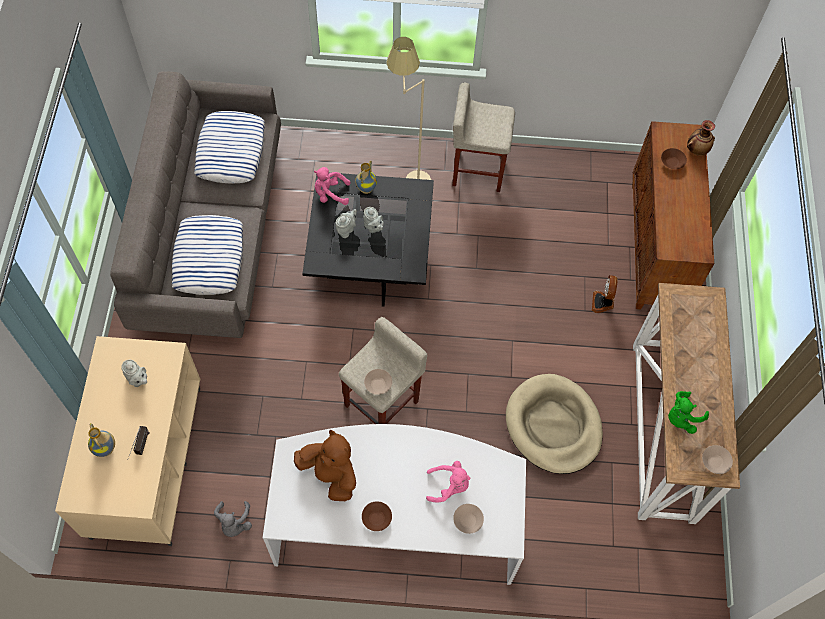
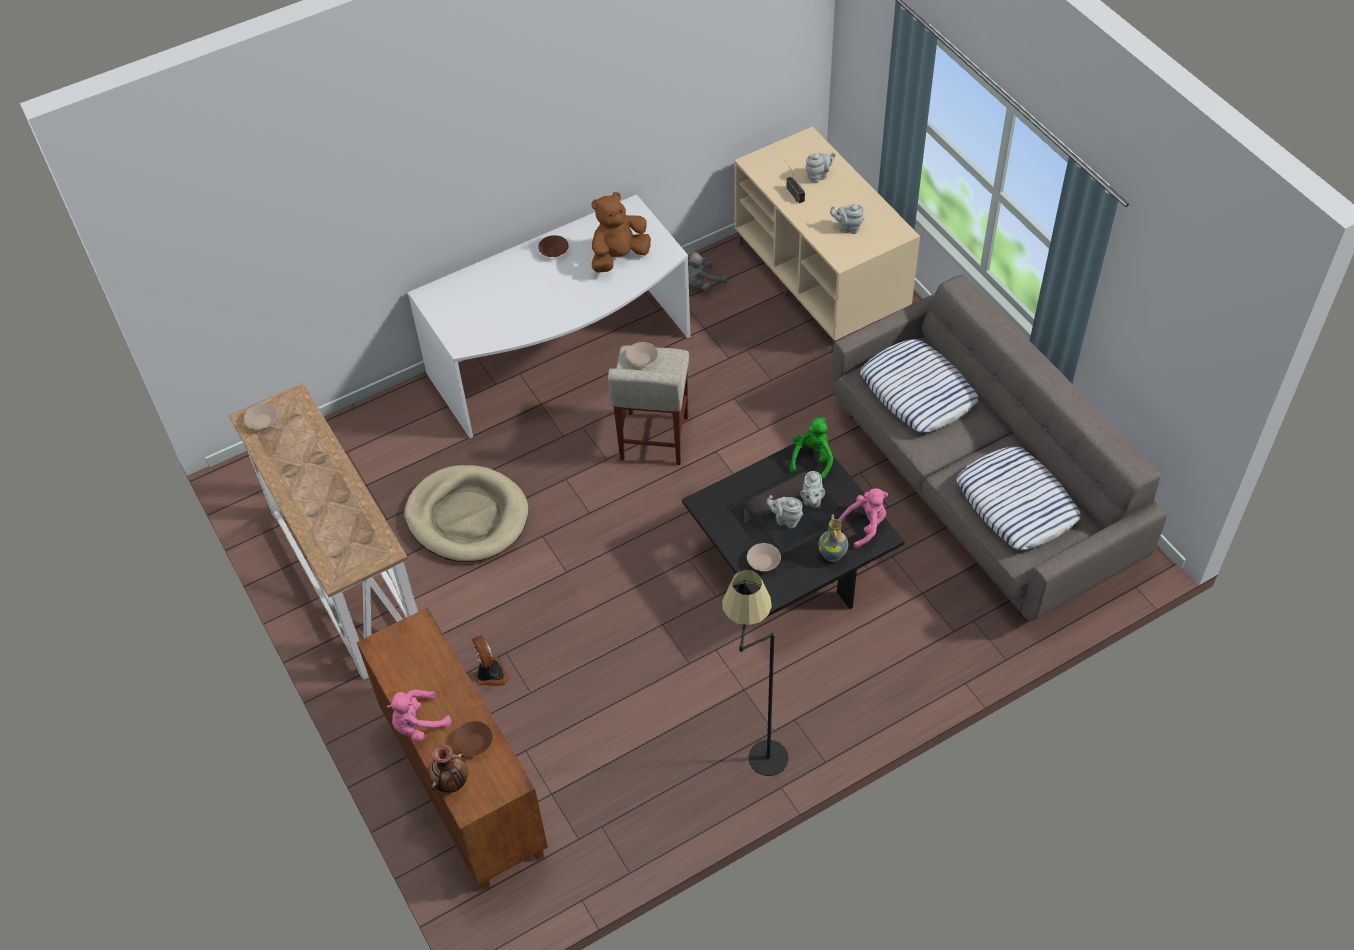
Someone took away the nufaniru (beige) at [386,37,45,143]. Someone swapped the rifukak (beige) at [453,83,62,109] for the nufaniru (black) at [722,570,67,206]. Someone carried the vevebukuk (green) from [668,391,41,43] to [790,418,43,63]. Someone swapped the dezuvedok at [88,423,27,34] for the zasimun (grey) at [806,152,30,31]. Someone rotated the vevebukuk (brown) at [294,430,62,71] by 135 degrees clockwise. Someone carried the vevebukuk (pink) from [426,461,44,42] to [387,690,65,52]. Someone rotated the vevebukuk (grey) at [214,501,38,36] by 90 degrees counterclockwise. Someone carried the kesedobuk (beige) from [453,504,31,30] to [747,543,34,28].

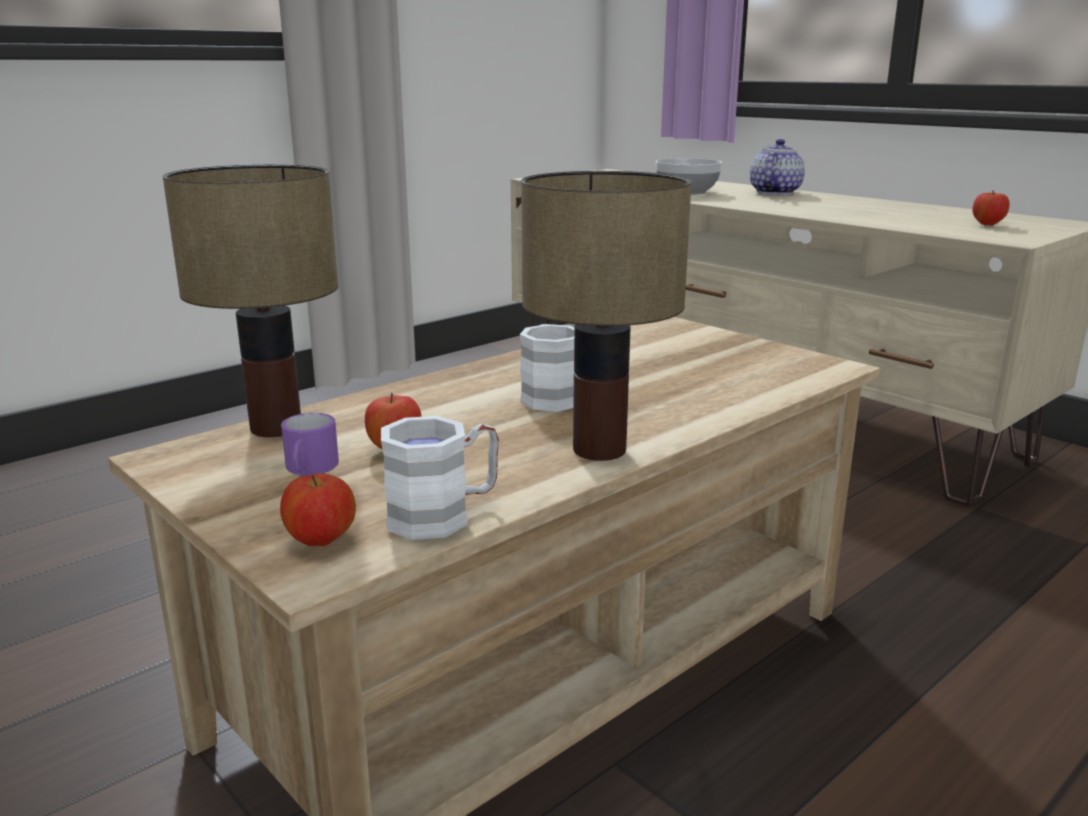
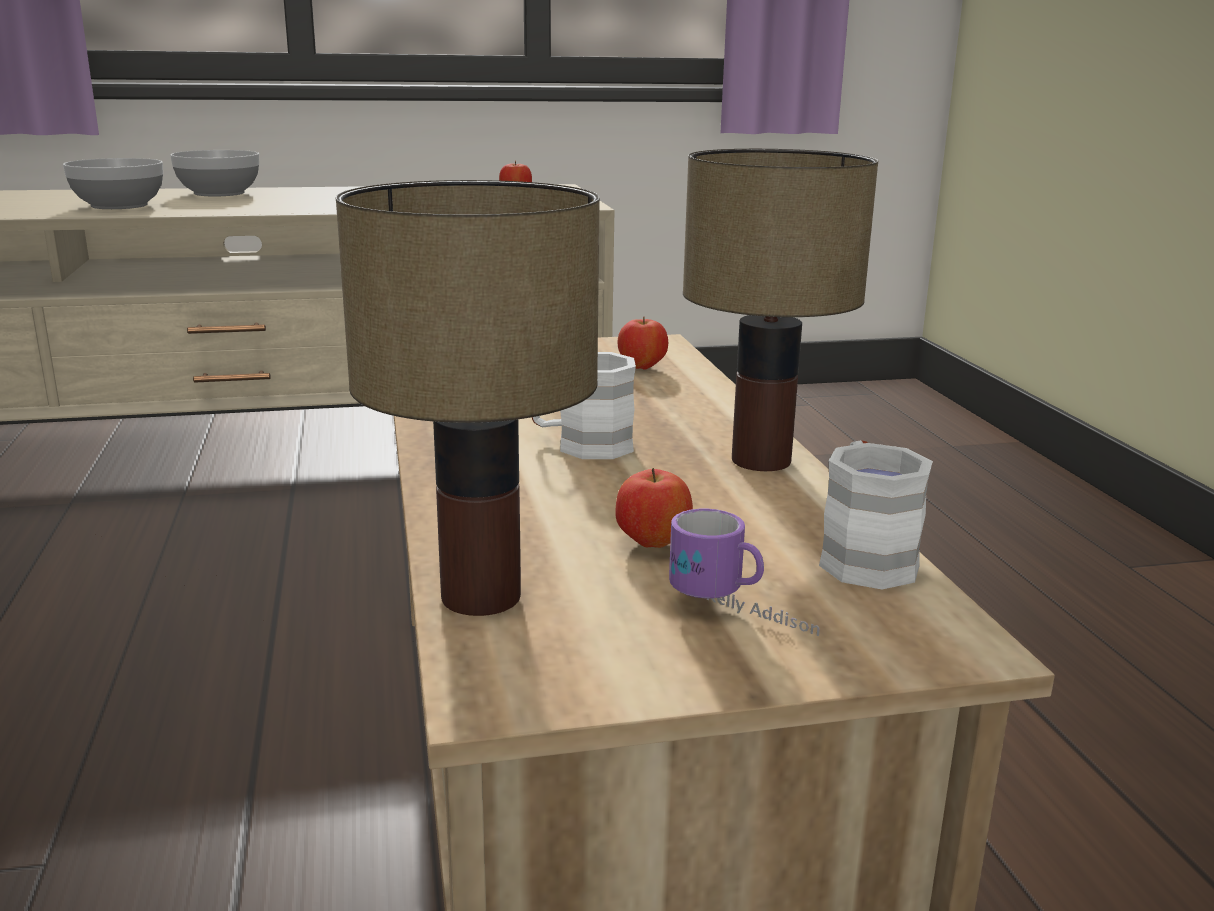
Someone swapped the zasimun at [750,139,55,56] for the kesedobuk at [170,150,89,46]. Someone carried the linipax from [280,473,76,73] to [618,317,50,53].

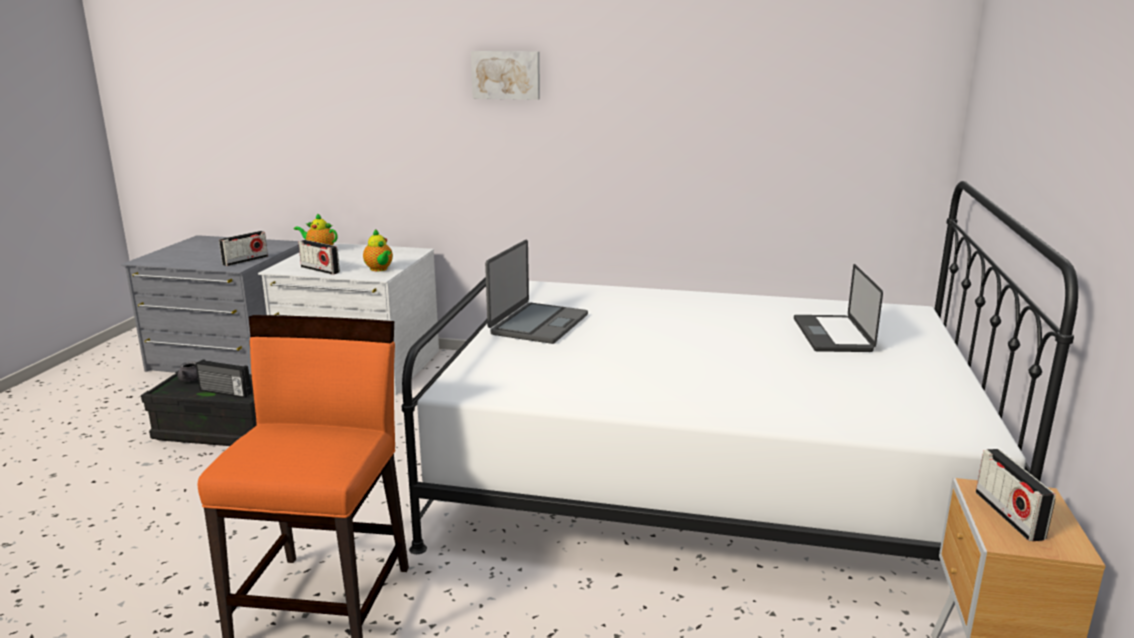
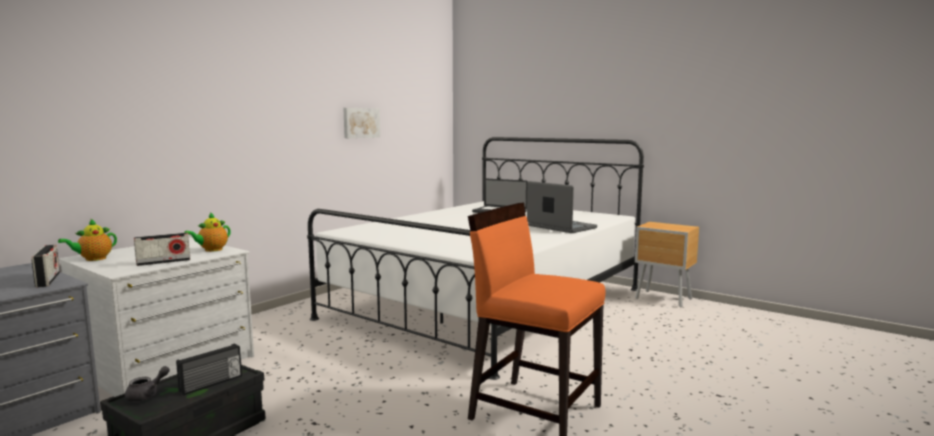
Someone carried the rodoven from [471,51,69,49] to [343,108,37,30]. Someone rotated the zasimun at [363,229,30,42] by 135 degrees clockwise. Someone carried the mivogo from [485,240,103,104] to [527,181,70,52]. Someone took away the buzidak at [976,449,80,92].

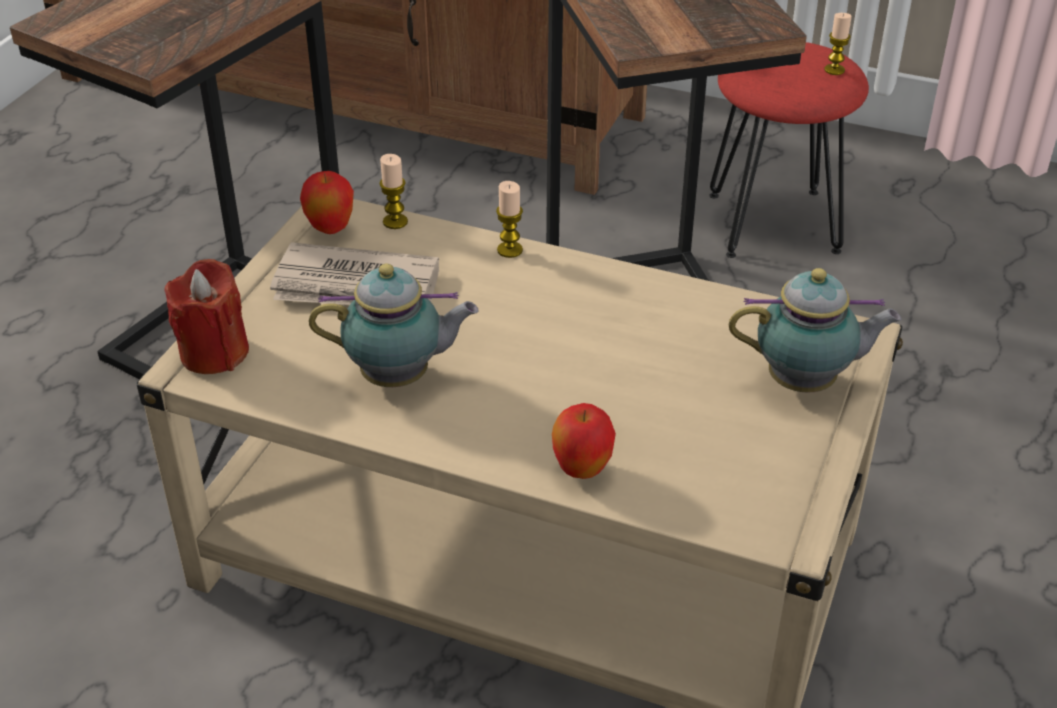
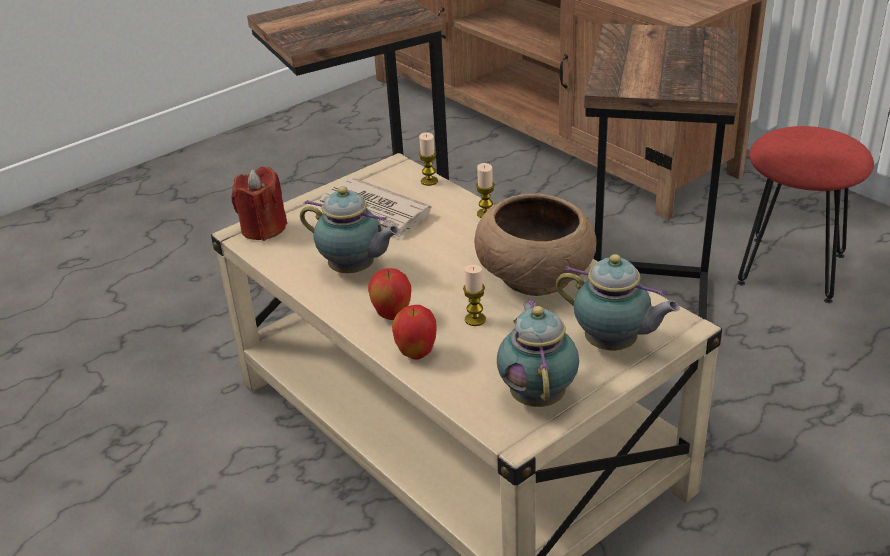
Someone carried the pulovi from [824,13,28,62] to [463,265,23,61]. Someone carried the linipax from [300,171,54,63] to [368,268,43,52]. Someone put down the kesedobuk (brown) at [474,193,123,103]. Someone put down the zasimun at [497,300,82,107].

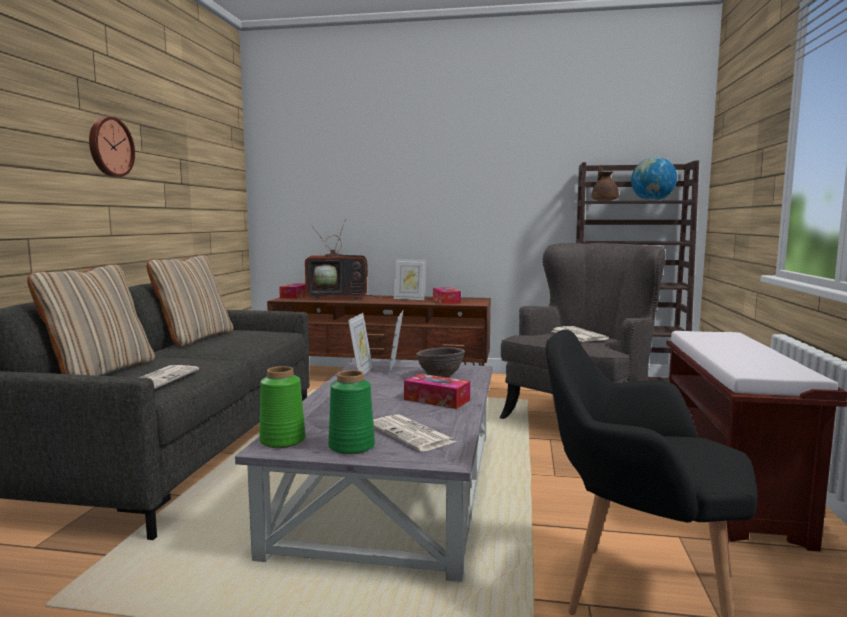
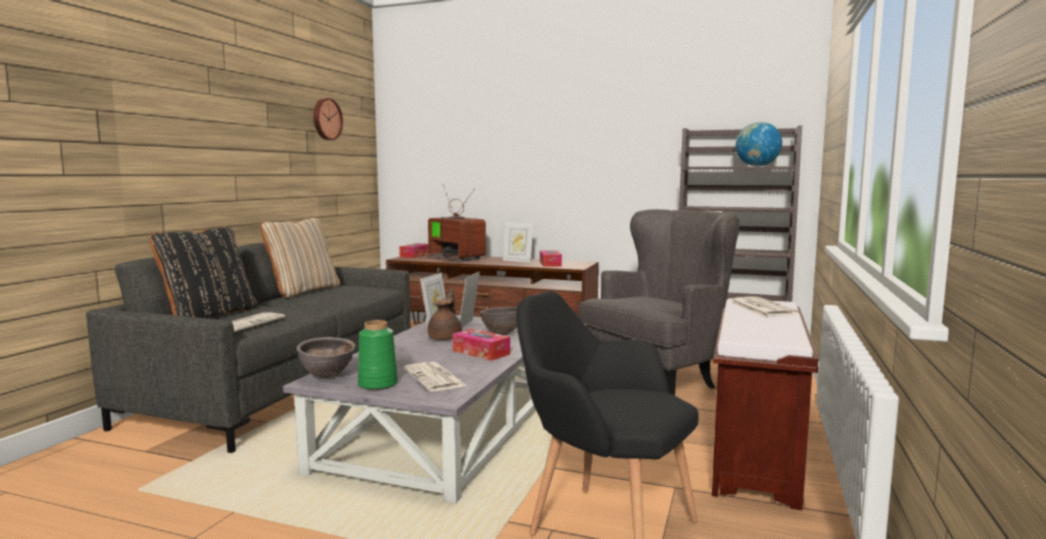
Someone carried the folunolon from [89,117,46,60] to [313,98,30,42]. Someone carried the zasimun (brown) from [592,167,27,34] to [428,288,34,52]. Someone rotated the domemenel at [305,219,74,81] by 135 degrees counterclockwise. Someone repainted the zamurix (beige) at [27,264,128,112], which became the zamurix (black) at [150,226,107,92]. Someone carried the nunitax from [552,326,57,16] to [730,297,69,19]. Someone swapped the dezuvedok (green) at [259,366,47,82] for the kesedobuk (brown) at [297,337,59,41].

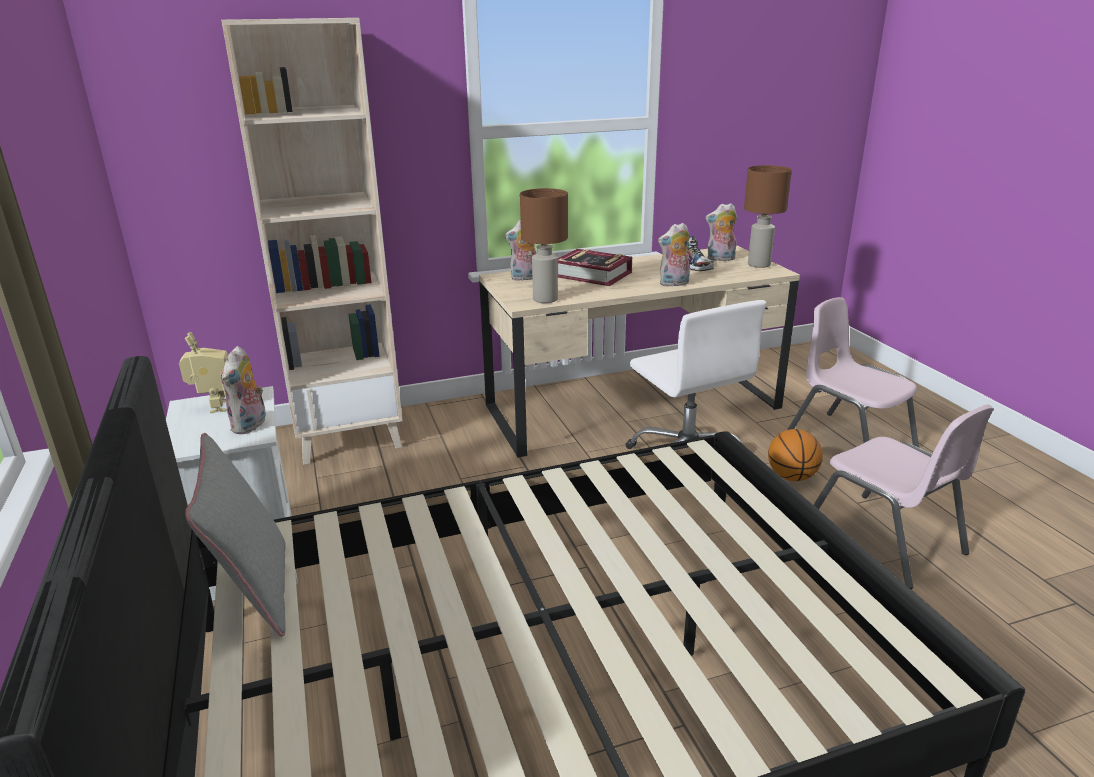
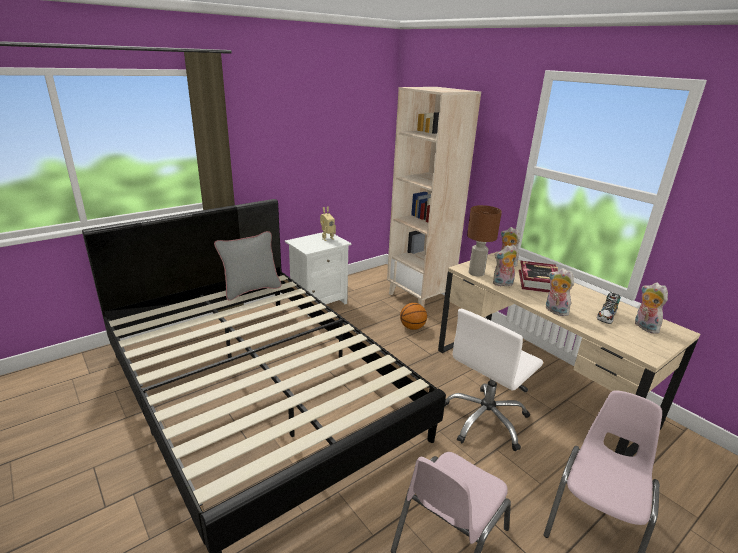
Someone took away the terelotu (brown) at [744,165,48,103]. Someone carried the vevebukuk from [221,346,45,88] to [493,245,24,42]. Someone carried the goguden from [768,429,55,52] to [400,303,27,27].

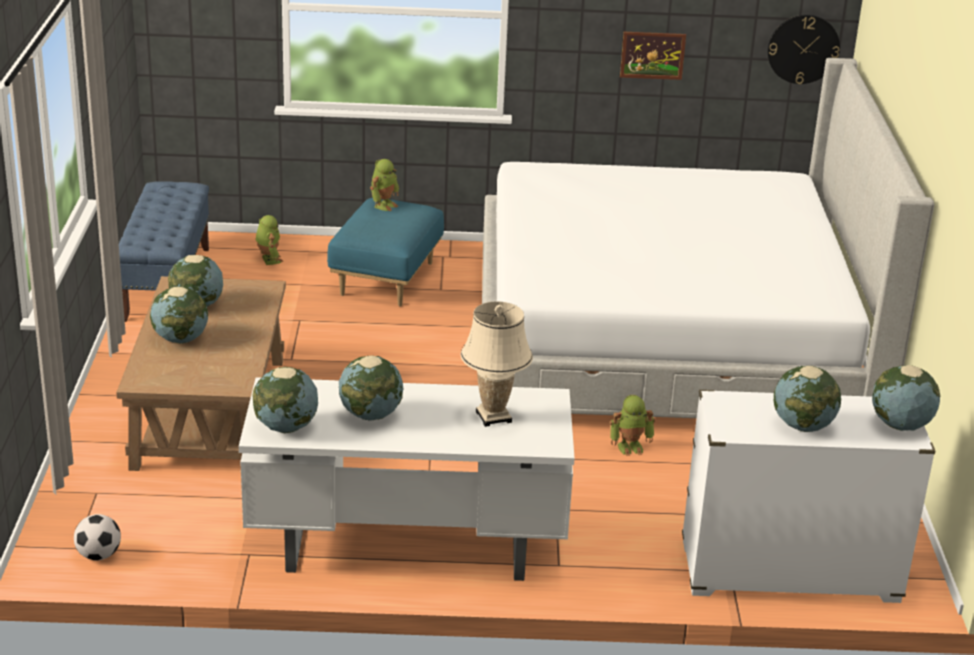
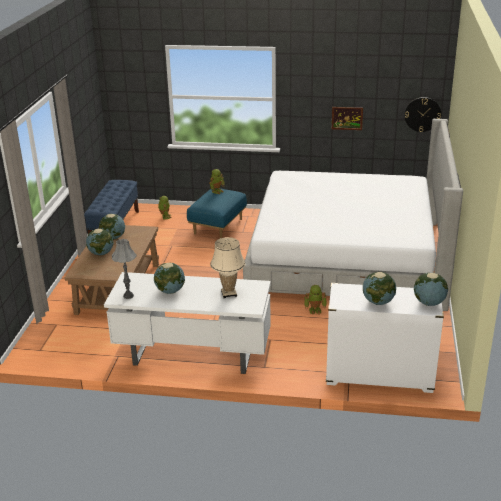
Someone swapped the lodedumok at [252,367,66,66] for the terelotu (grey) at [112,239,25,60]. Someone took away the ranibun at [74,514,47,46].

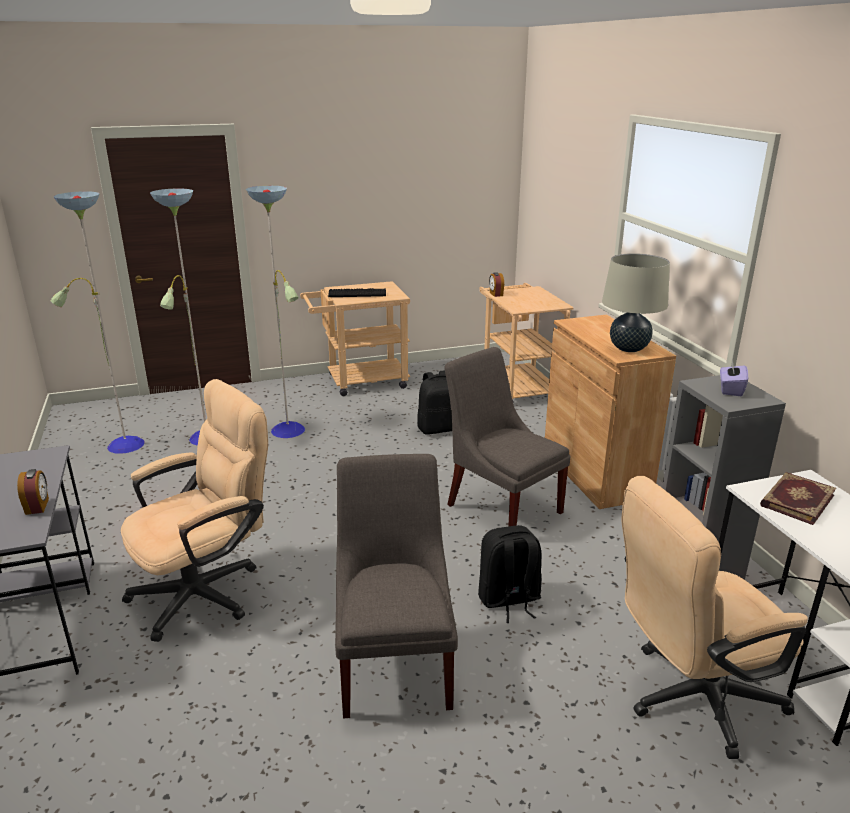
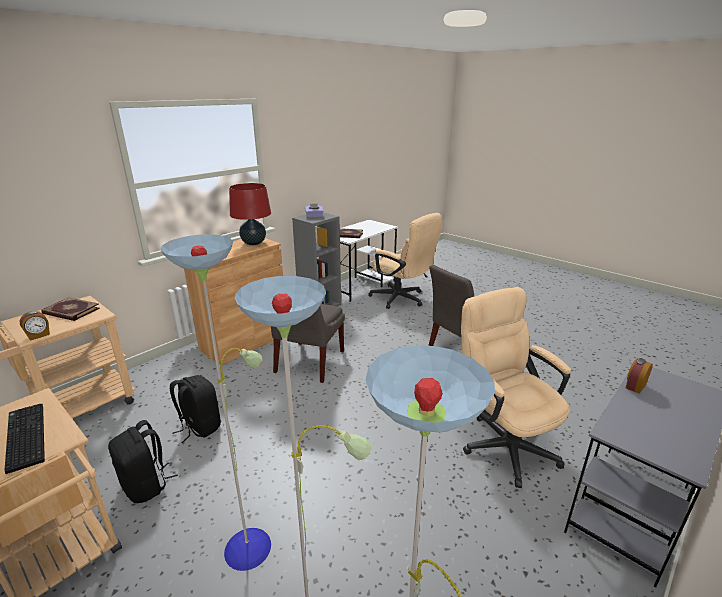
Someone repainted the terelotu (beige) at [602,253,68,99], which became the terelotu (red) at [229,183,42,62]. Someone rotated the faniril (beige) at [121,379,147,263] by 45 degrees clockwise. Someone carried the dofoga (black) from [478,525,63,98] to [108,420,70,83]. Someone put down the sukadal at [42,297,58,24].

